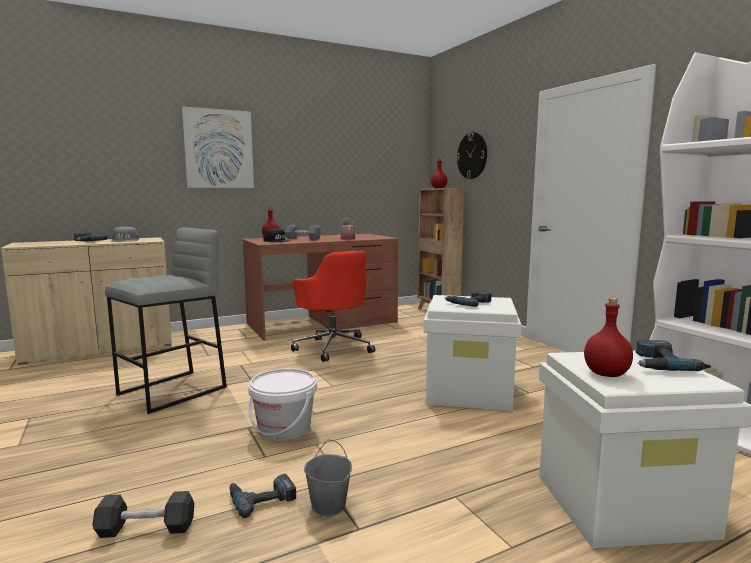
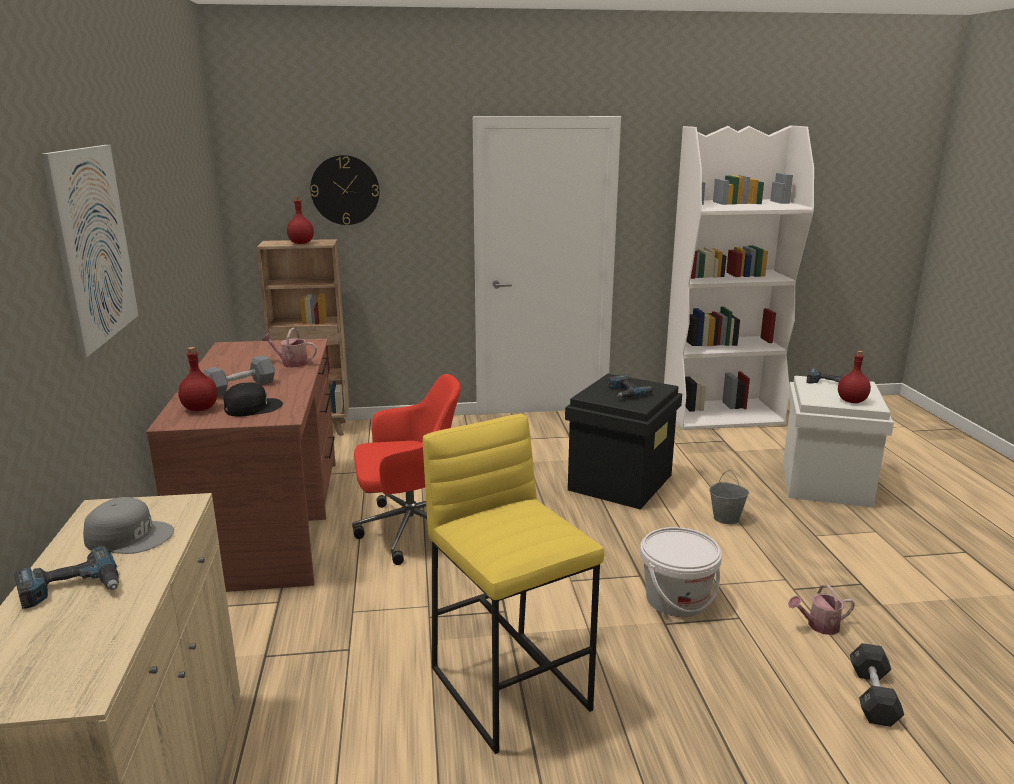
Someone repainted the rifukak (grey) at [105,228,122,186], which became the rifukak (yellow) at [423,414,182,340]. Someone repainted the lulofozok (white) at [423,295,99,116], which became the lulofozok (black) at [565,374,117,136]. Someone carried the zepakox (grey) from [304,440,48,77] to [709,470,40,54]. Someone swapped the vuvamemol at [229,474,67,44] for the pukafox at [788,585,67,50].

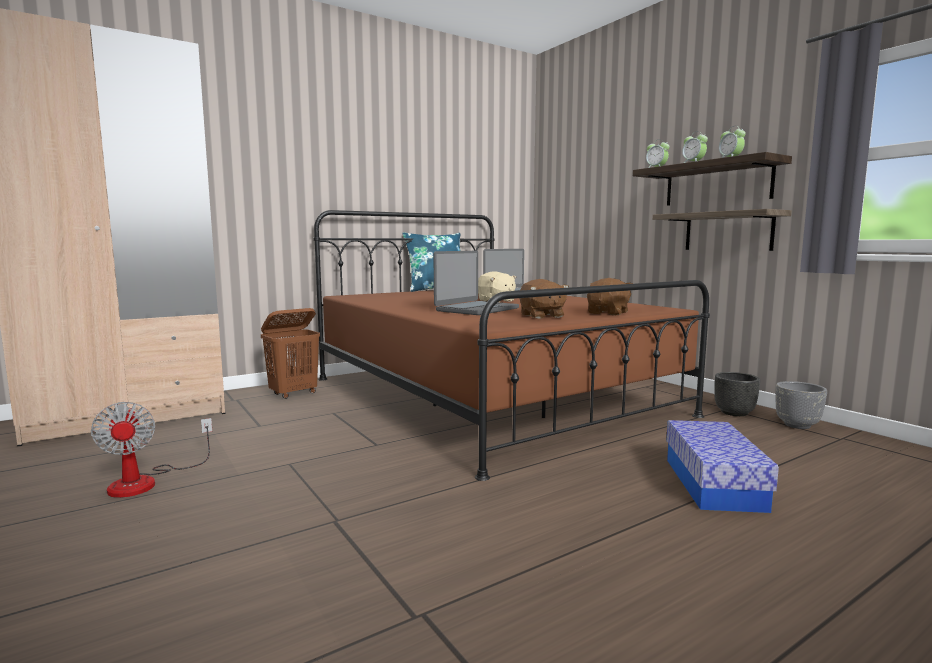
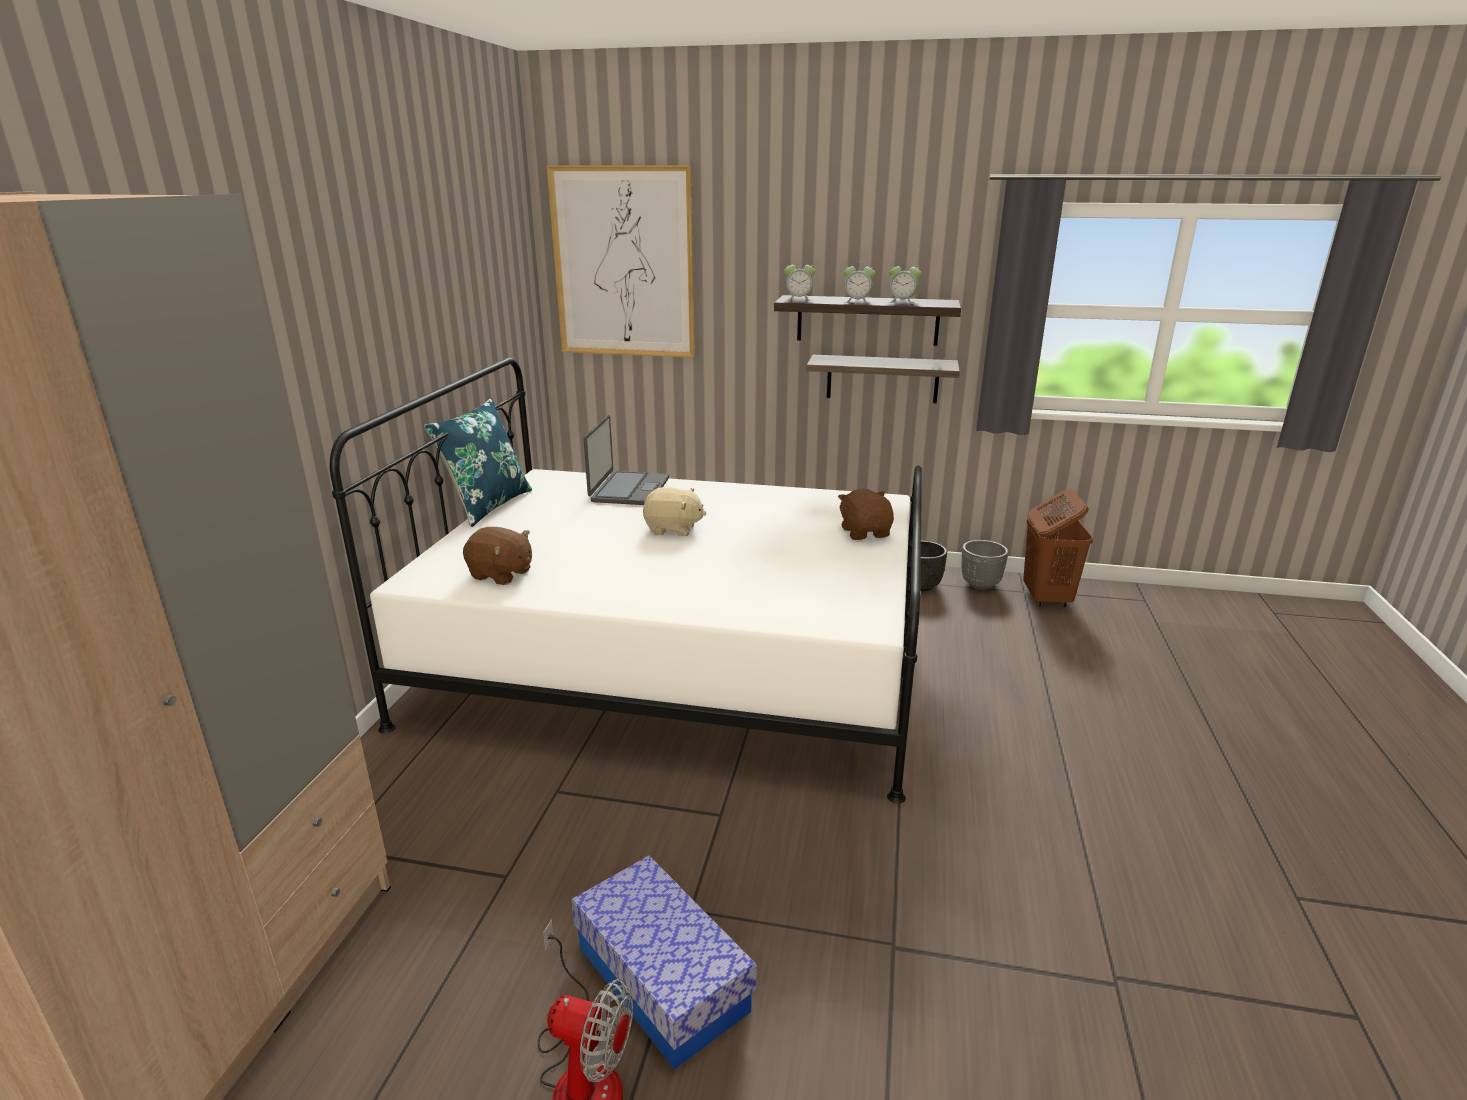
Someone repainted the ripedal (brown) at [314,210,396,271], which became the ripedal (white) at [330,358,592,446]. Someone took away the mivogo at [433,251,86,64]. Someone carried the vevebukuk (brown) from [519,279,50,40] to [463,527,69,58]. Someone carried the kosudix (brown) from [261,308,59,91] to [1023,490,70,117]. Someone carried the lulofozok from [666,420,113,93] to [571,856,186,214]. Someone put up the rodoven at [547,165,148,193].

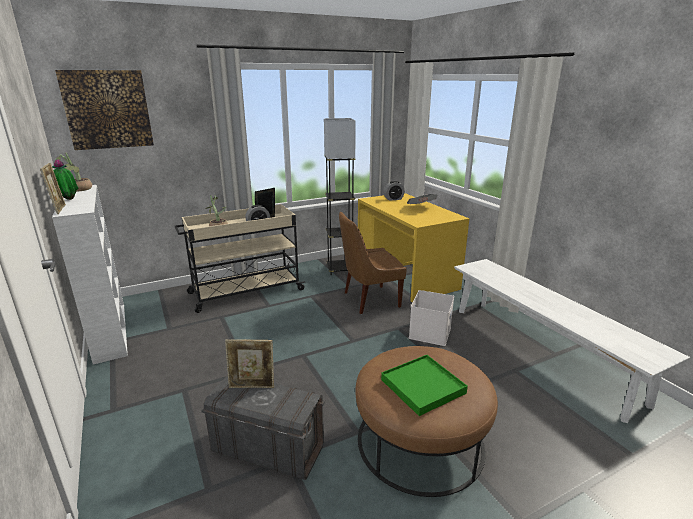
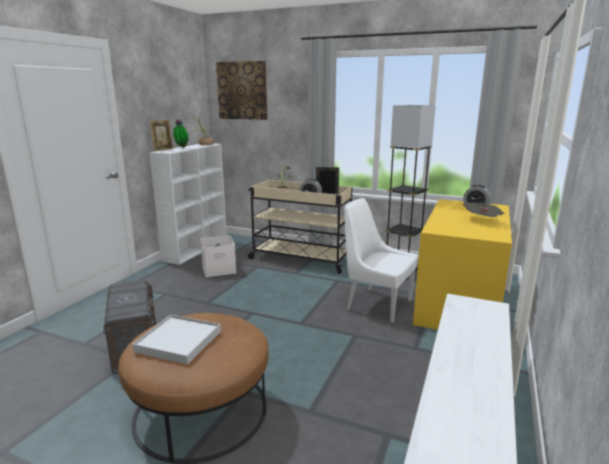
Someone repainted the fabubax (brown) at [339,212,68,102], which became the fabubax (white) at [344,198,74,125]. Someone carried the lulofozok (white) from [409,290,45,56] to [200,235,37,42]. Someone took away the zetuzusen at [225,339,49,49]. Someone repainted the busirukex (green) at [381,355,87,61], which became the busirukex (white) at [132,315,89,50].

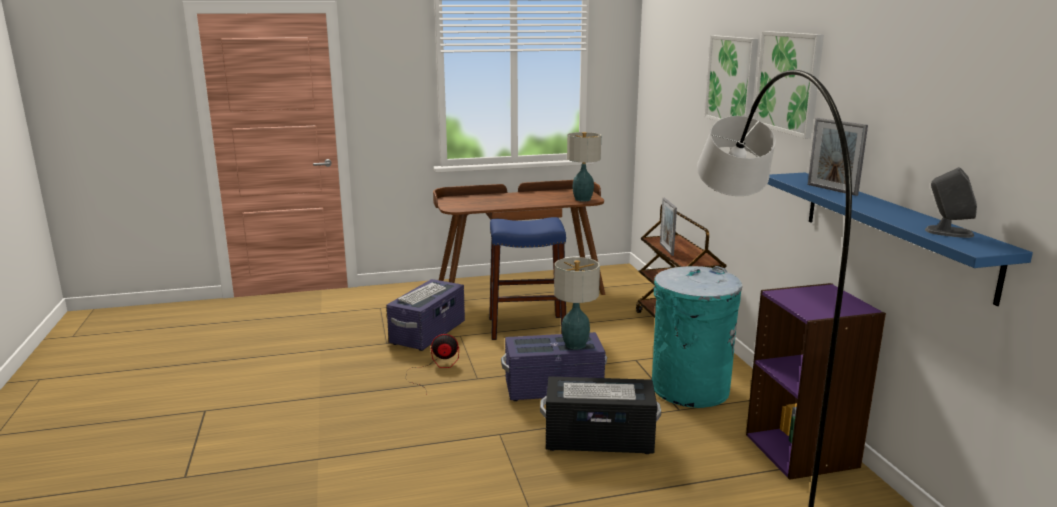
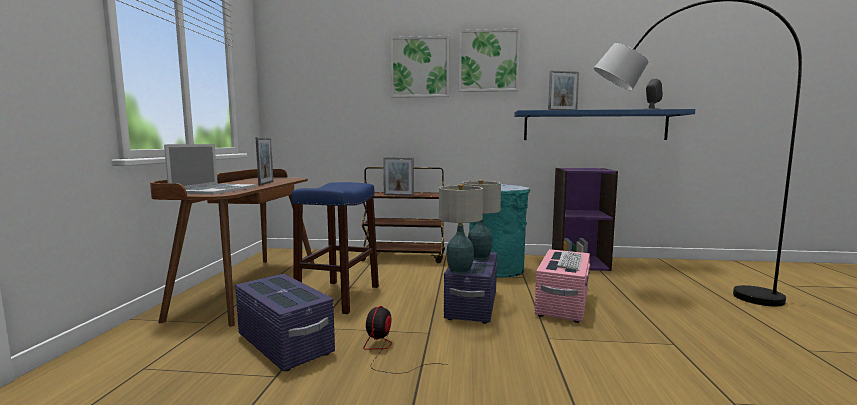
Someone carried the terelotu from [567,132,34,69] to [439,184,44,90]. Someone took away the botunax at [398,283,48,22]. Someone repainted the lulofozok (black) at [540,376,121,78], which became the lulofozok (pink) at [535,249,55,74]. Someone put down the zetuzusen at [256,137,17,49]. Someone put down the mivogo at [164,144,92,51].

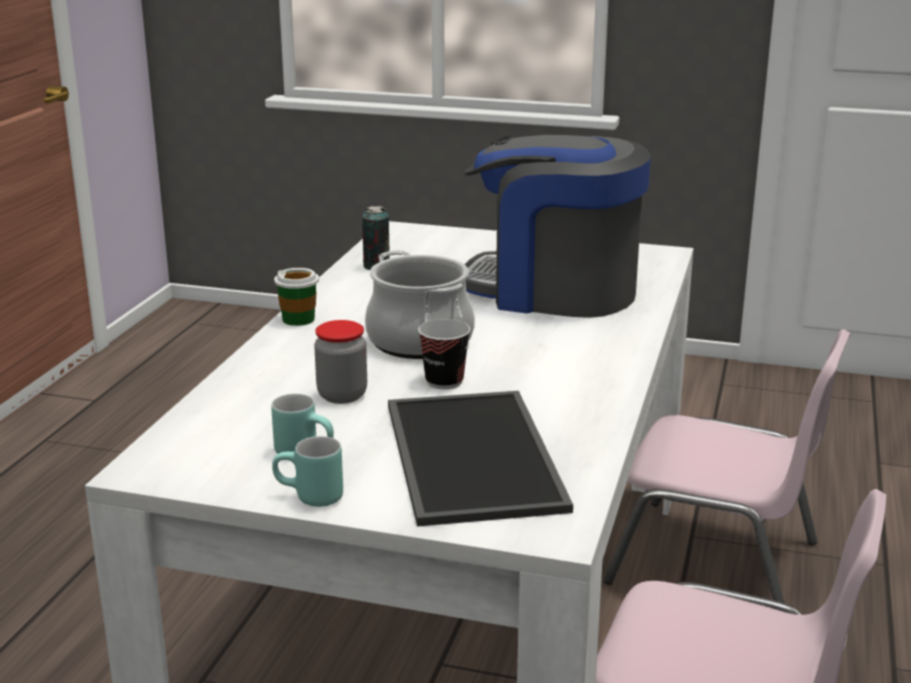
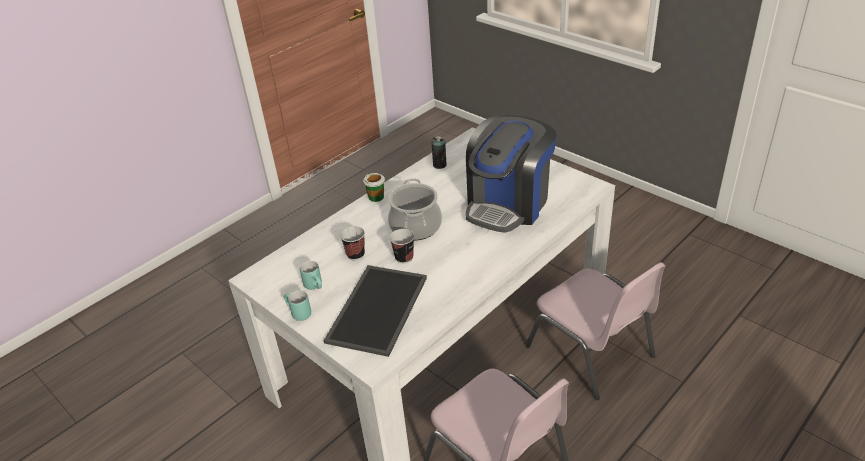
Someone rotated the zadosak at [464,135,187,183] by 105 degrees counterclockwise. Someone swapped the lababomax at [314,320,53,84] for the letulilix at [340,226,25,34].

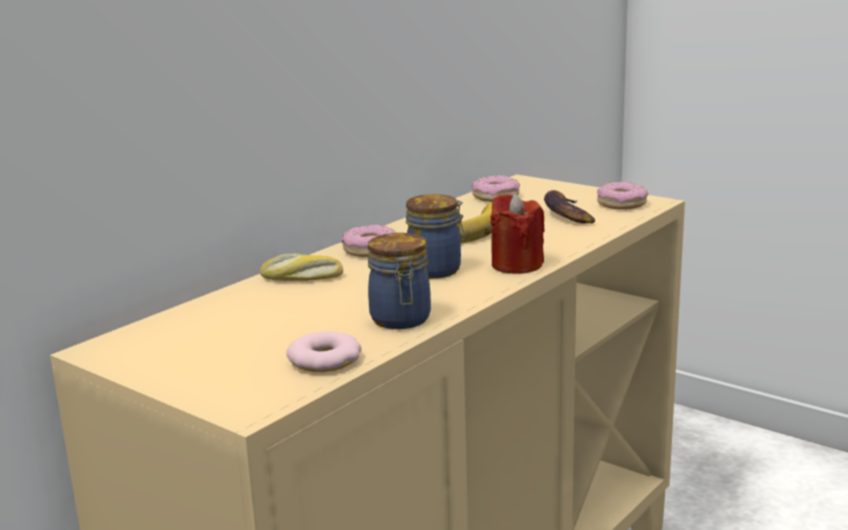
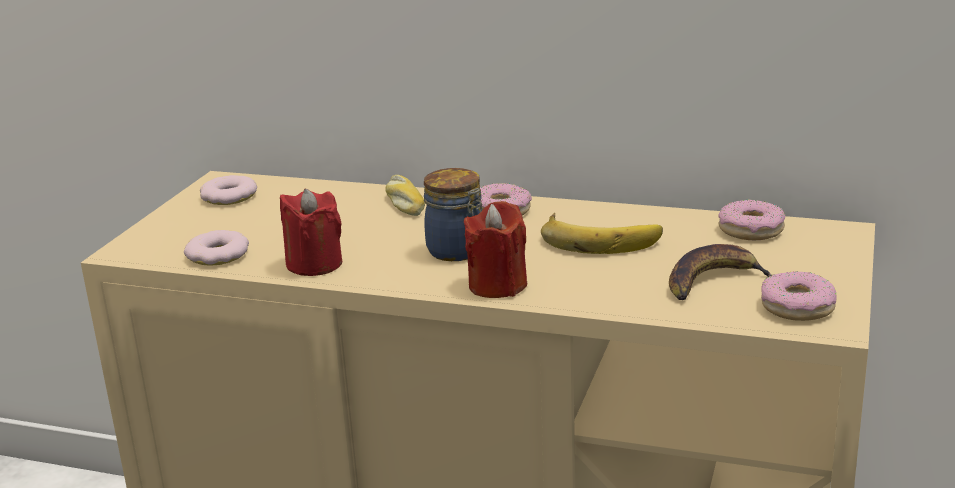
Someone swapped the lababomax at [368,233,63,96] for the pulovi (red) at [280,189,62,87]. Someone put down the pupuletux at [200,175,57,30].

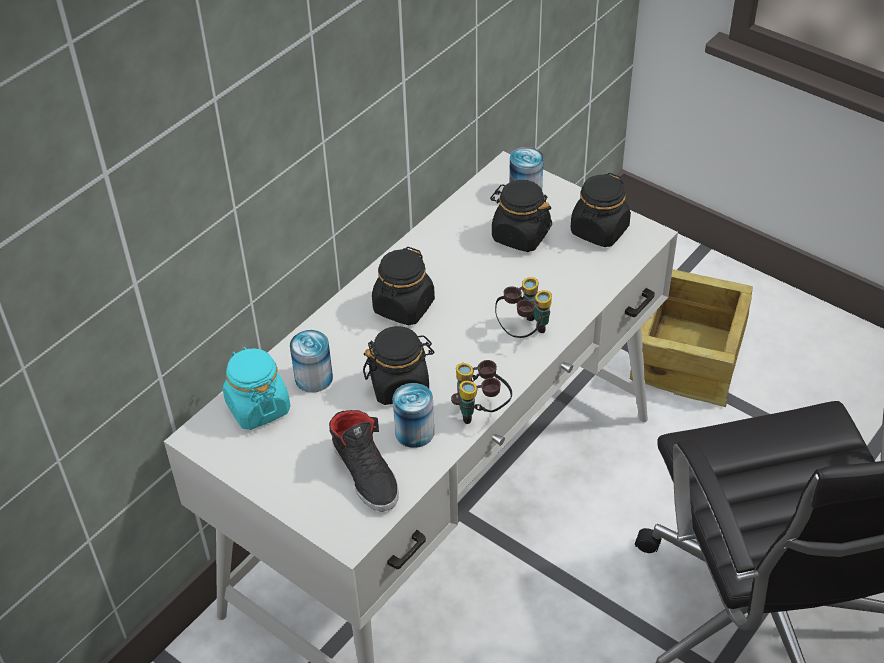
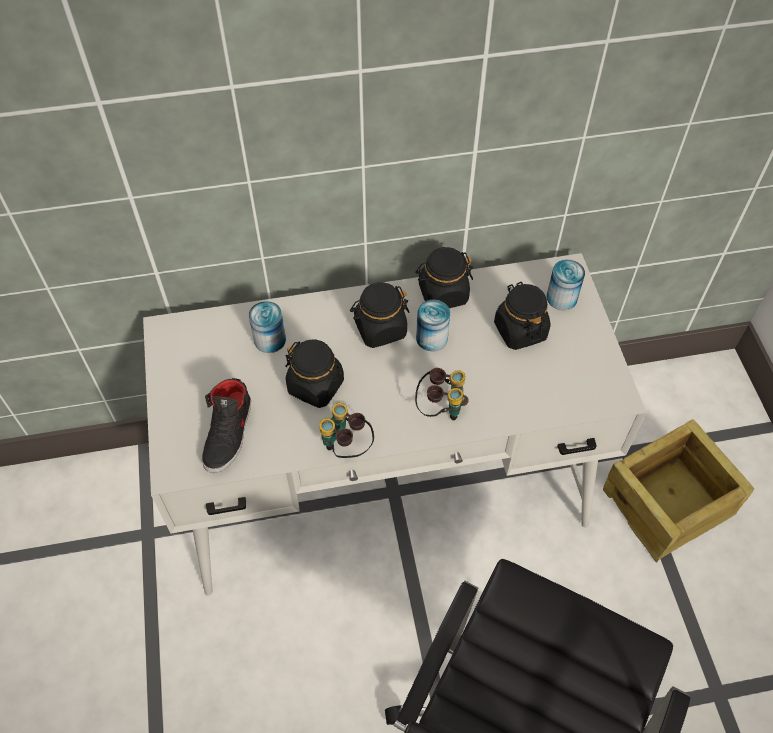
Someone carried the lababomax (black) from [570,173,61,74] to [415,247,58,61]. Someone took away the lababomax (turquoise) at [223,347,68,83]. Someone carried the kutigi from [393,383,41,65] to [416,300,34,51].

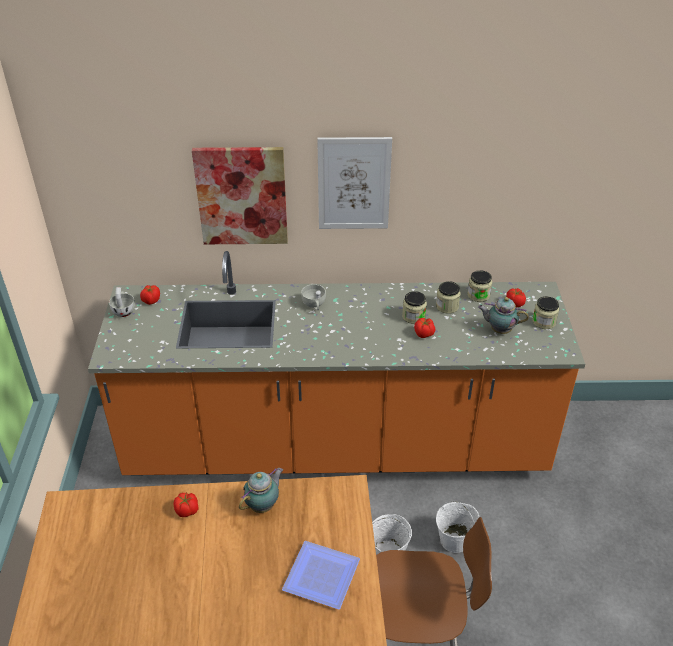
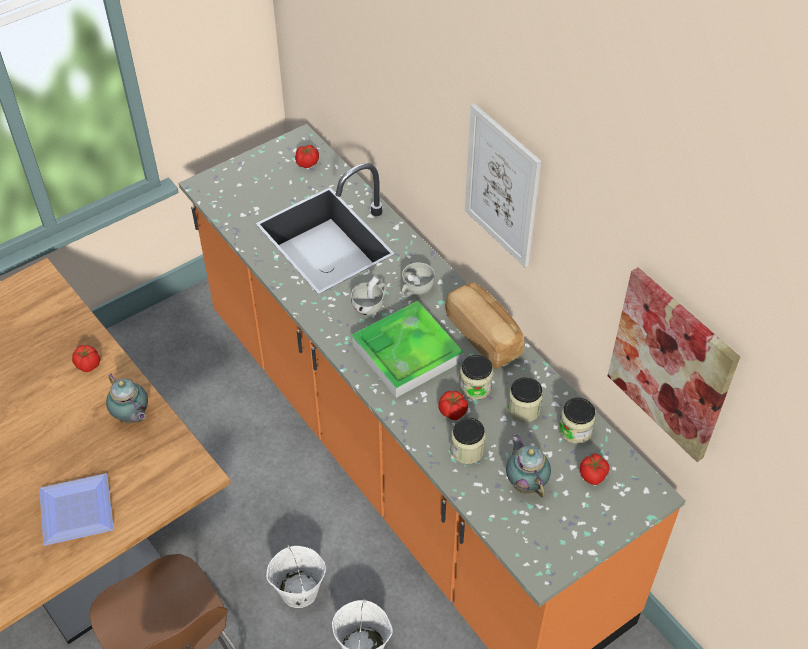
Someone carried the rodoven from [192,147,96,97] to [608,267,132,195]. Someone carried the letulilix (white) from [109,287,26,30] to [351,276,35,39]. Someone carried the lababomax from [532,296,27,33] to [450,418,36,46]. Someone rotated the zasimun at [239,468,44,45] by 45 degrees clockwise. Someone put down the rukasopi at [445,282,80,87]. Someone put down the busirukex at [352,301,111,97].

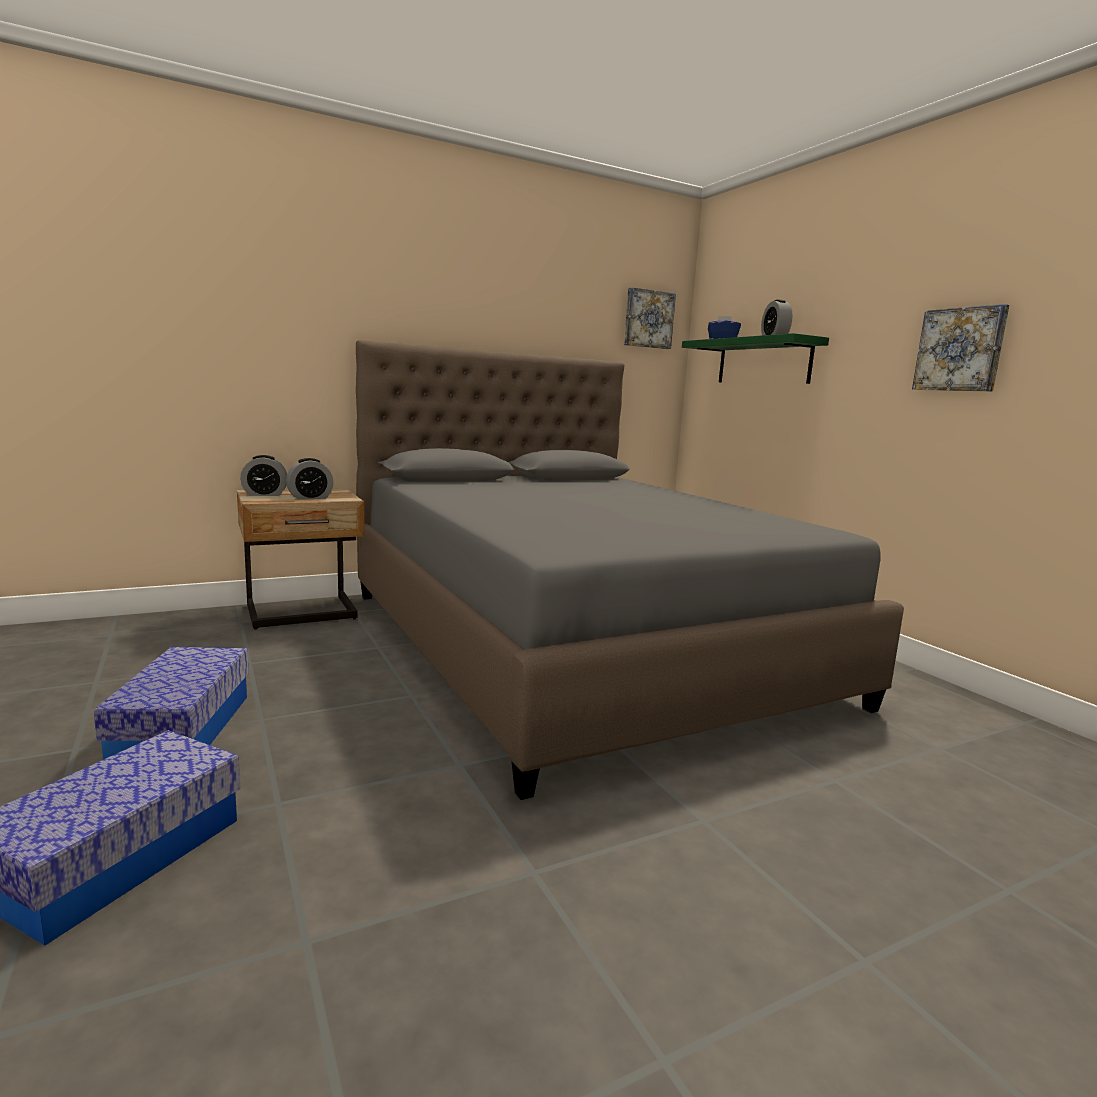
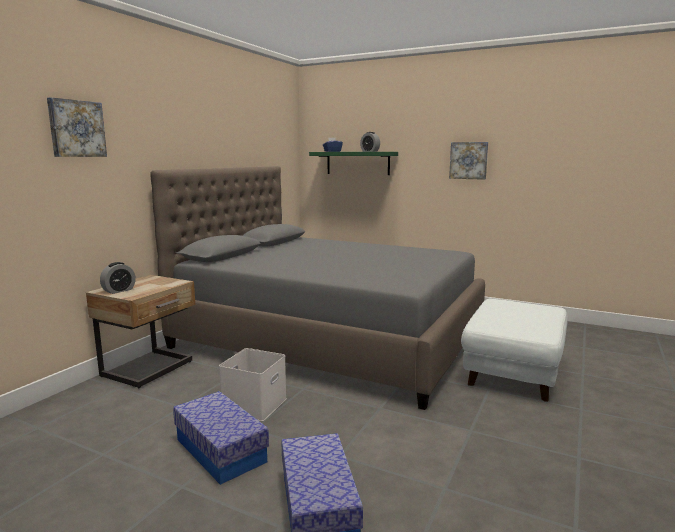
Someone carried the rodoven from [624,287,52,62] to [47,97,60,60]. Someone took away the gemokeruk at [286,458,48,42]. Someone put down the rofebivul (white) at [461,299,107,103]. Someone put down the lulofozok (white) at [219,348,68,73].

